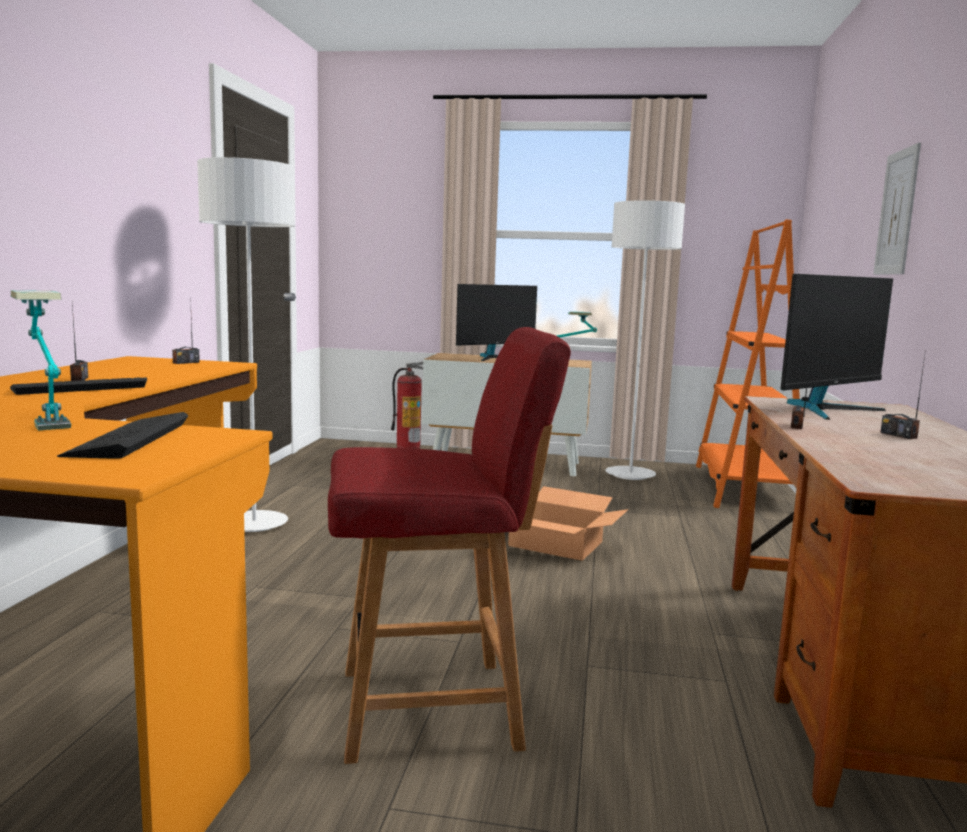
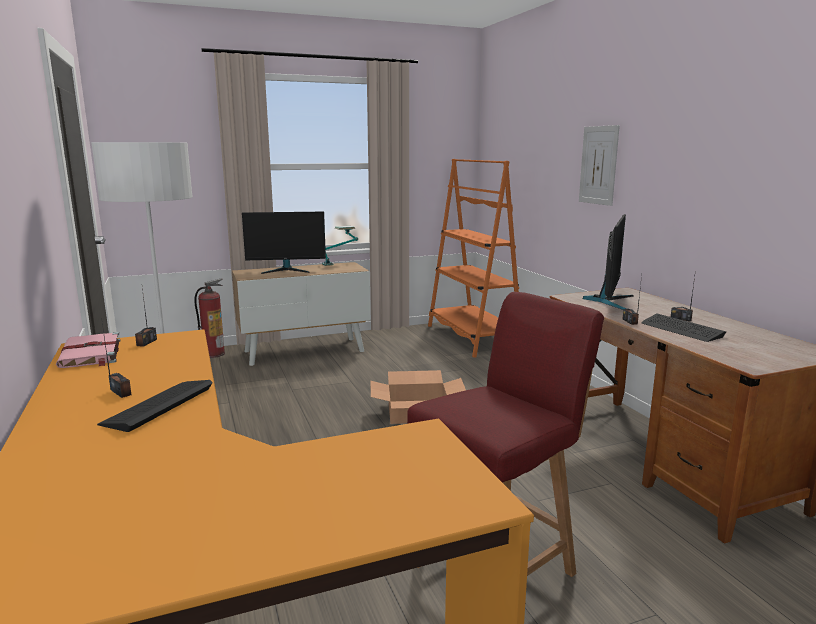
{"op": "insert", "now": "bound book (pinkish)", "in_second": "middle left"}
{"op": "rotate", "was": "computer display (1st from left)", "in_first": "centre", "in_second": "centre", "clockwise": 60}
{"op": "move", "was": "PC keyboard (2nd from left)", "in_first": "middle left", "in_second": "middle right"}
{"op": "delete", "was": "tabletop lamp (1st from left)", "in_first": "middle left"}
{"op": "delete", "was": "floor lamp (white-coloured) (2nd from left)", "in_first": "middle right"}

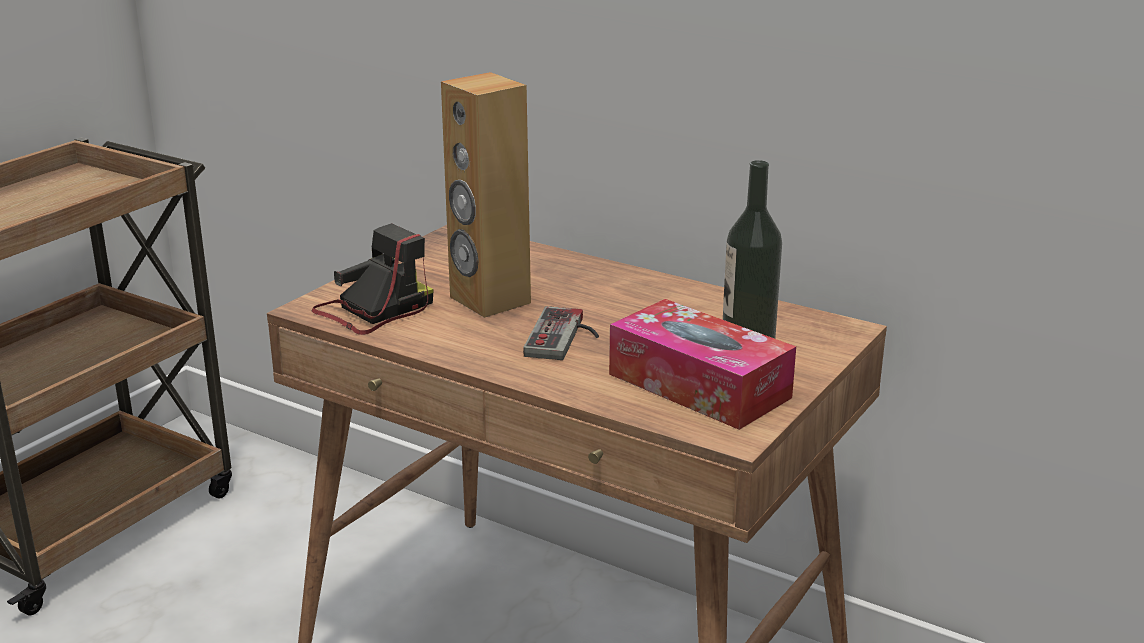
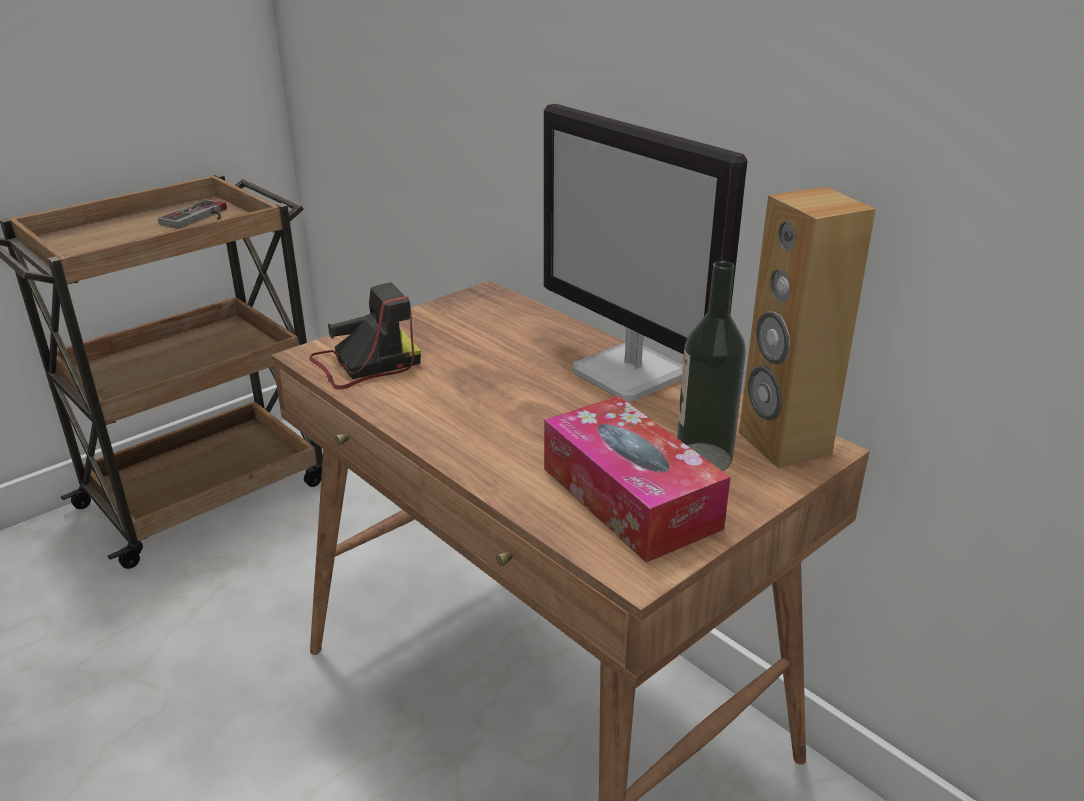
{"op": "move", "was": "gamepad", "in_first": "centre", "in_second": "top left"}
{"op": "insert", "now": "computer display", "in_second": "top centre"}
{"op": "move", "was": "loudspeaker (brownish)", "in_first": "top centre", "in_second": "middle right"}

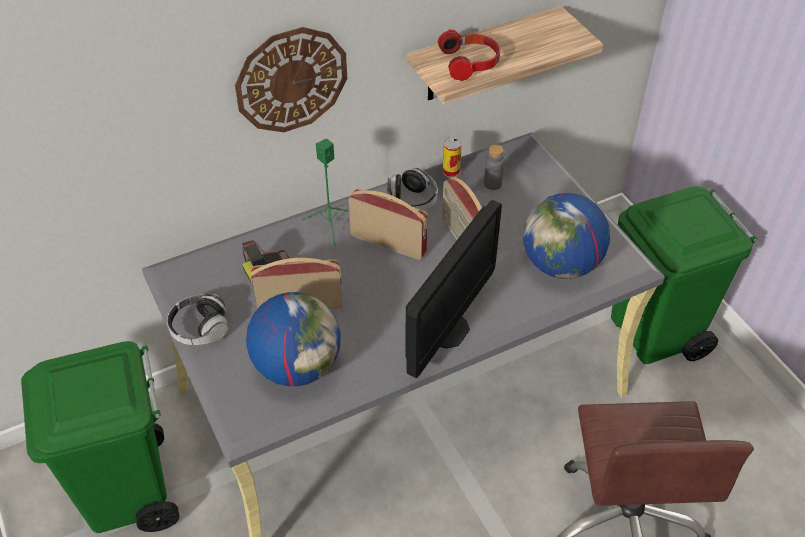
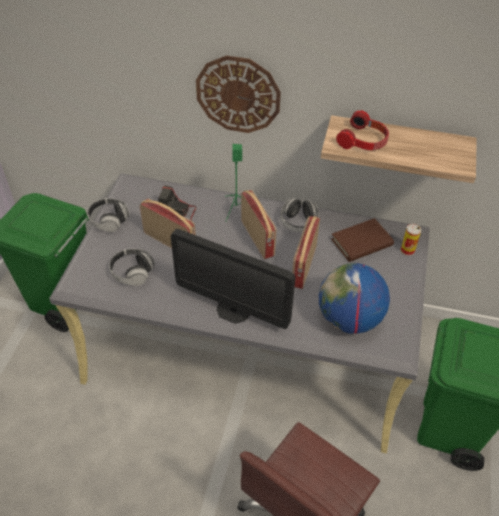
{"op": "replace", "was": "world globe (1st from left)", "now": "pair of headphones (2nd from left)", "in_first": "centre", "in_second": "middle left"}
{"op": "rotate", "was": "computer display", "in_first": "centre", "in_second": "centre", "clockwise": 45}
{"op": "replace", "was": "drink bottle (gray)", "now": "bound book (brownish)", "in_first": "top centre", "in_second": "middle right"}
{"op": "move", "was": "can", "in_first": "top centre", "in_second": "middle right"}

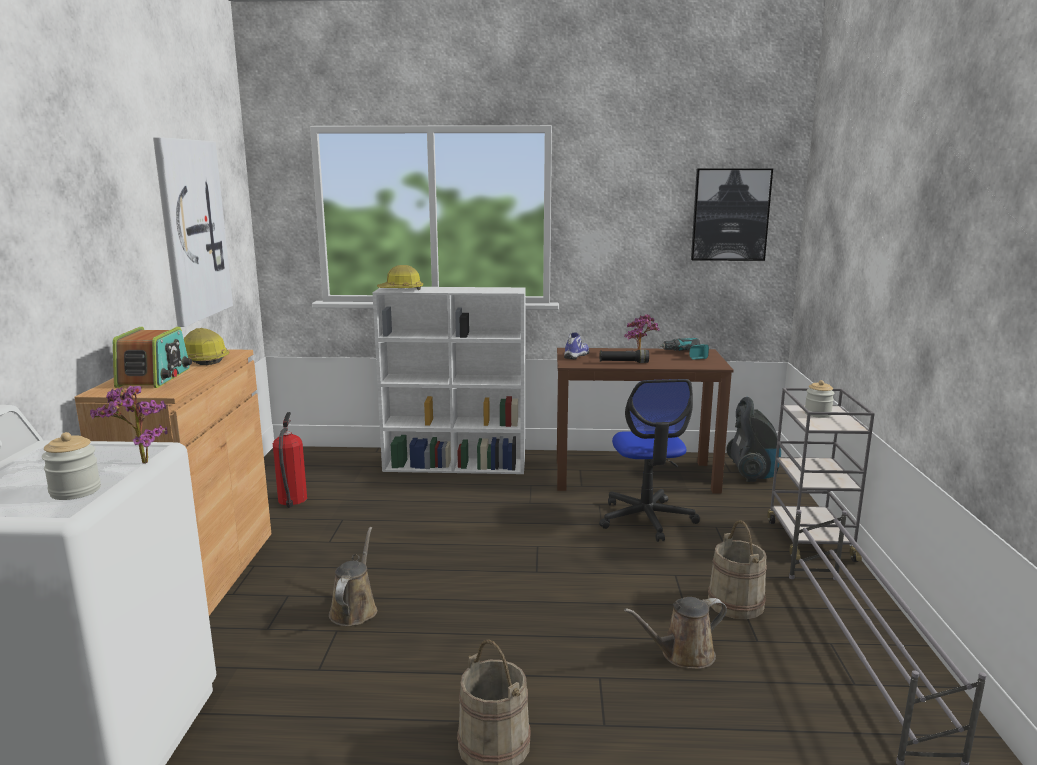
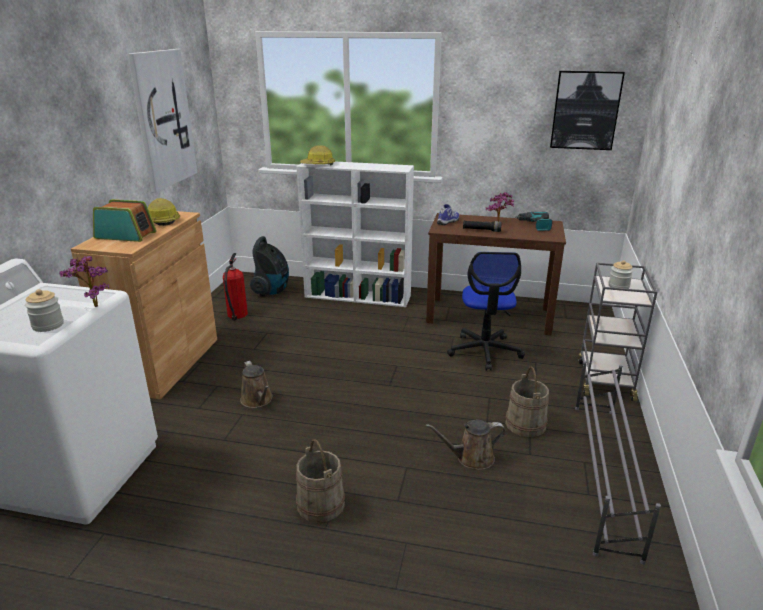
{"op": "rotate", "was": "radio", "in_first": "middle left", "in_second": "middle left", "clockwise": -90}
{"op": "rotate", "was": "watering pot (brownish) (1st from left)", "in_first": "bottom centre", "in_second": "centre", "clockwise": 135}
{"op": "move", "was": "vacuum cleaner", "in_first": "middle right", "in_second": "centre"}

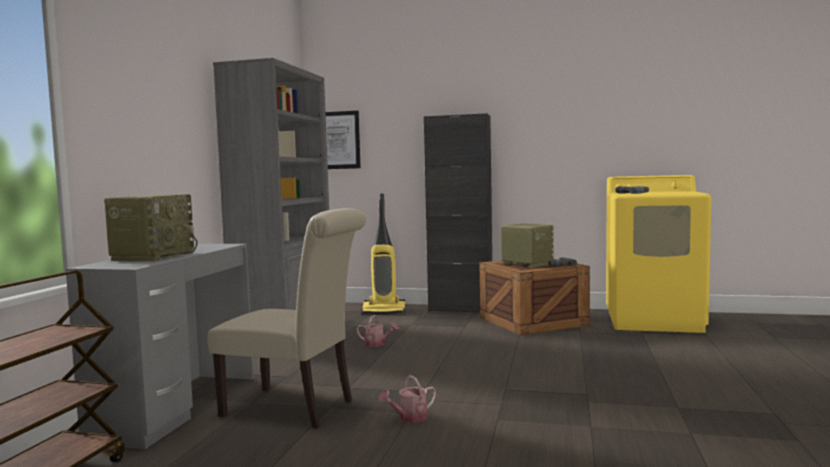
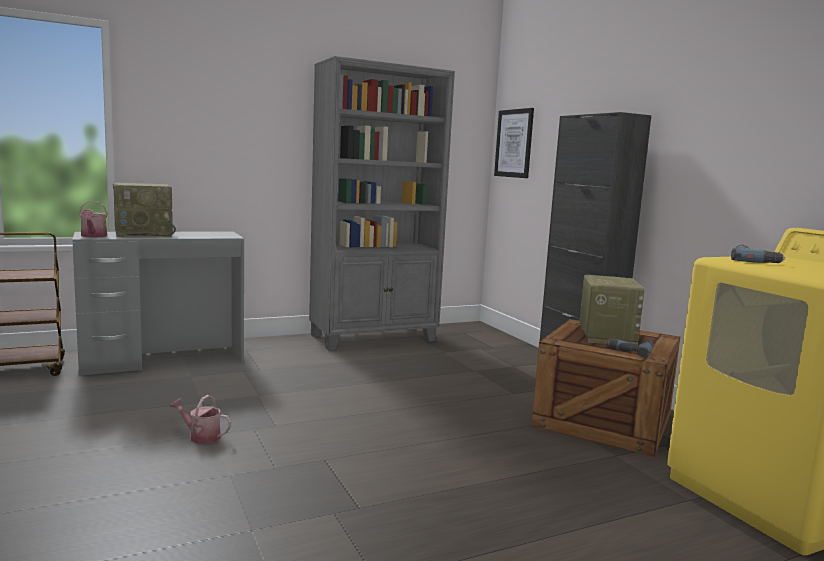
{"op": "move", "was": "watering pot (1st from left)", "in_first": "bottom centre", "in_second": "middle left"}
{"op": "delete", "was": "plain chair (beige)", "in_first": "bottom centre"}
{"op": "delete", "was": "vacuum cleaner", "in_first": "centre"}

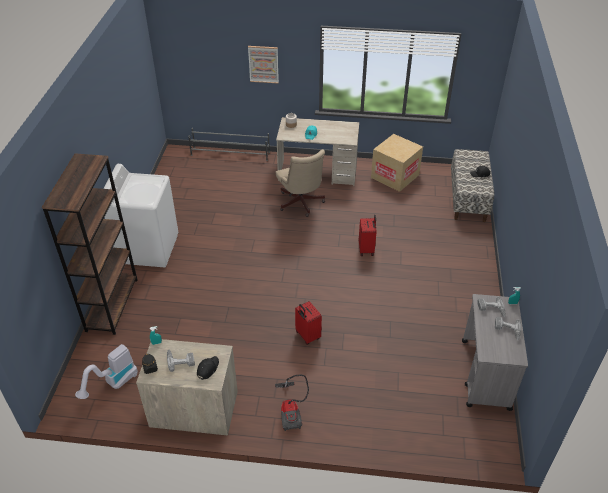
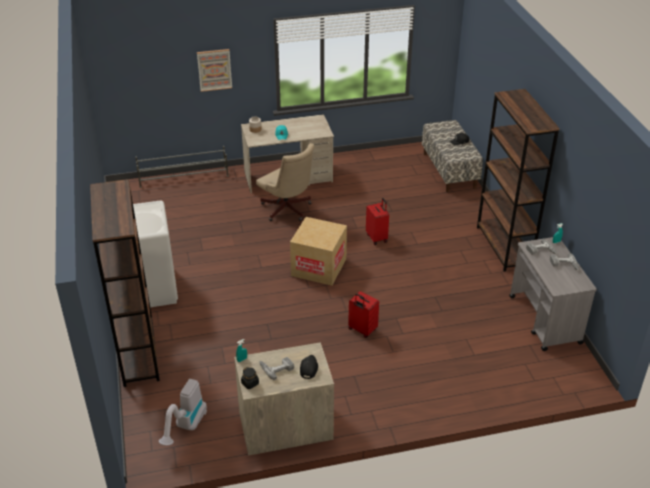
{"op": "move", "was": "packing box", "in_first": "top centre", "in_second": "centre"}
{"op": "insert", "now": "shelving unit (brownish) (2nd from left)", "in_second": "middle right"}
{"op": "delete", "was": "vacuum cleaner (2nd from left)", "in_first": "bottom centre"}

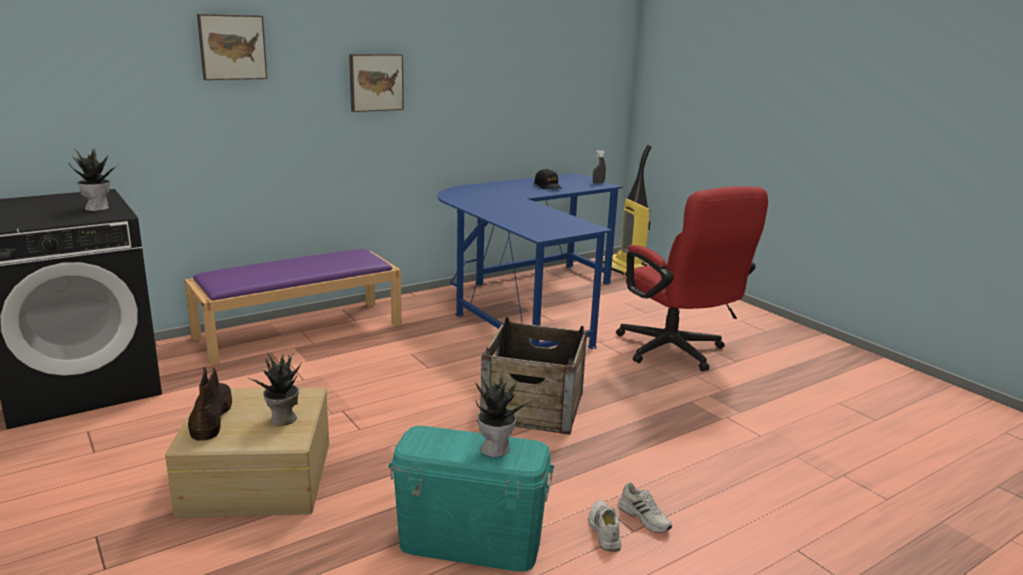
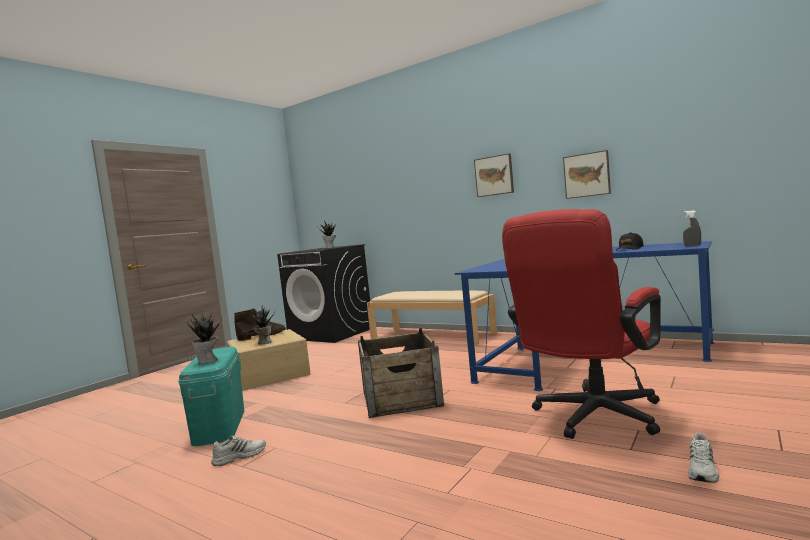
{"op": "recolor", "was": "indoor bench (purple-coloured)", "now": "indoor bench (beige)", "in_first": "middle left", "in_second": "centre"}
{"op": "move", "was": "wall art (1st from left in the first image)", "now": "wall art (2nd from left)", "in_first": "top left", "in_second": "top right"}
{"op": "move", "was": "low shoe (white-coloured) (2nd from left)", "in_first": "bottom centre", "in_second": "bottom right"}
{"op": "delete", "was": "vacuum cleaner", "in_first": "centre"}

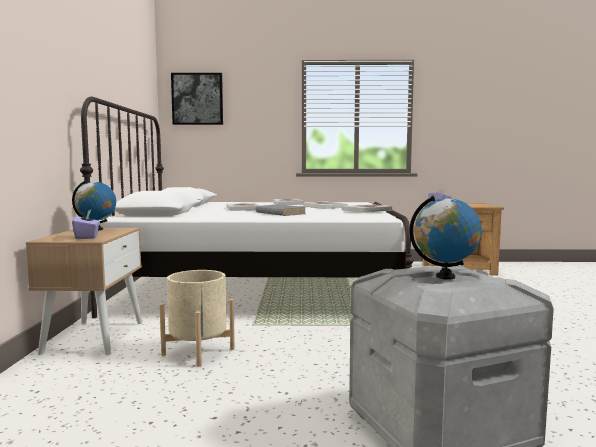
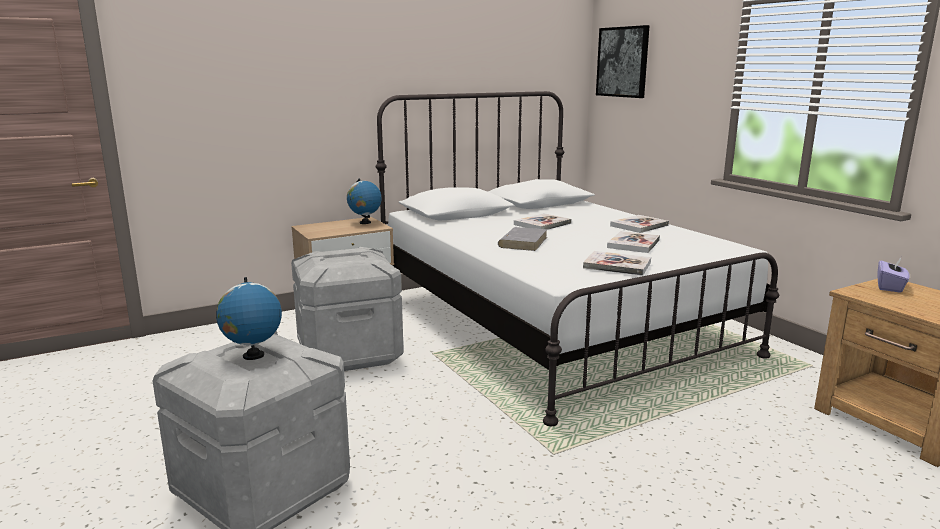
{"op": "replace", "was": "plant pot (beige)", "now": "storage box (gray) (2nd from left)", "in_first": "bottom left", "in_second": "centre"}
{"op": "delete", "was": "box of tissues (purple-coloured) (1st from left)", "in_first": "middle left"}

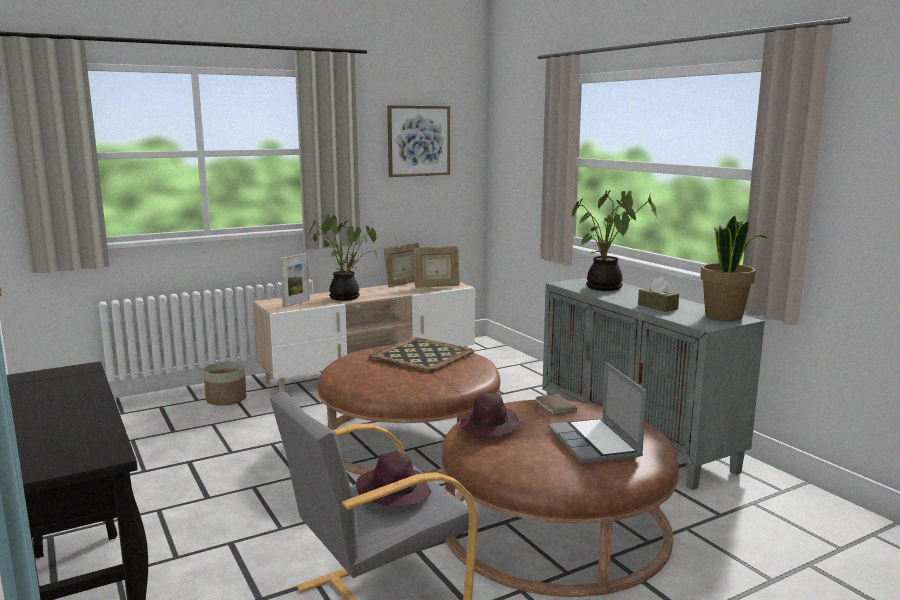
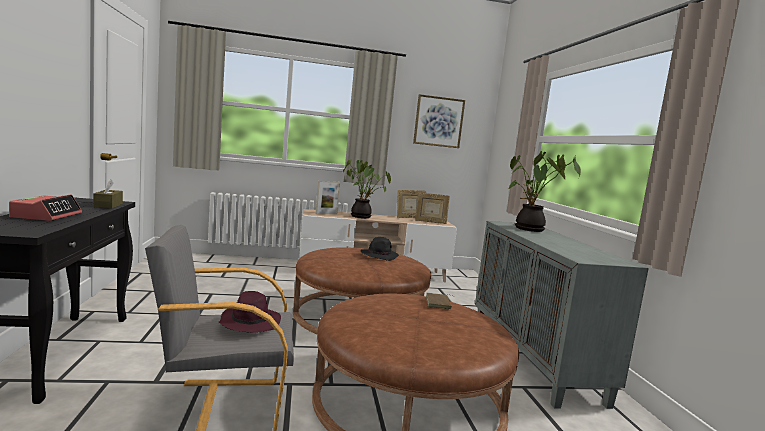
{"op": "insert", "now": "bedside clock", "in_second": "middle left"}
{"op": "move", "was": "box of tissues (brownish)", "in_first": "middle right", "in_second": "middle left"}
{"op": "replace", "was": "carrying tray", "now": "clothing hat (black)", "in_first": "centre", "in_second": "centre"}
{"op": "delete", "was": "plant pot", "in_first": "middle left"}
{"op": "delete", "was": "clothing hat (purple-coloured) (2nd from left)", "in_first": "bottom centre"}
{"op": "delete", "was": "portable computer", "in_first": "bottom centre"}
{"op": "delete", "was": "potted plant (3rd from left)", "in_first": "middle right"}

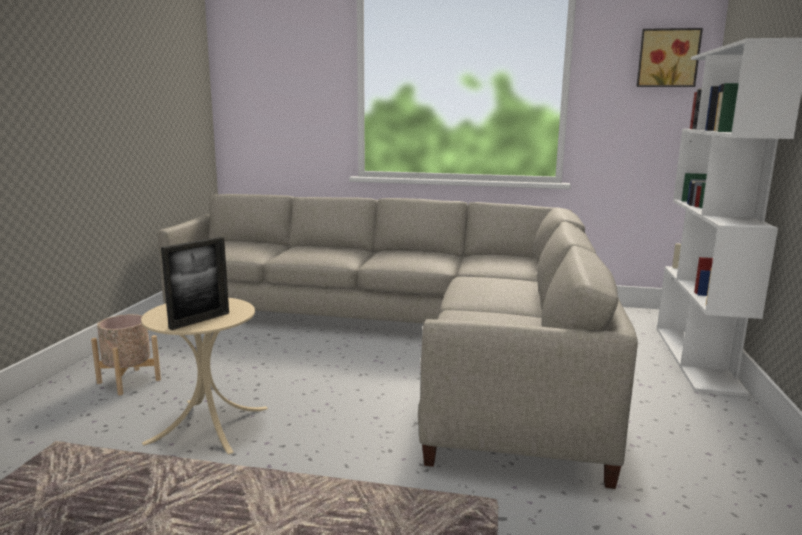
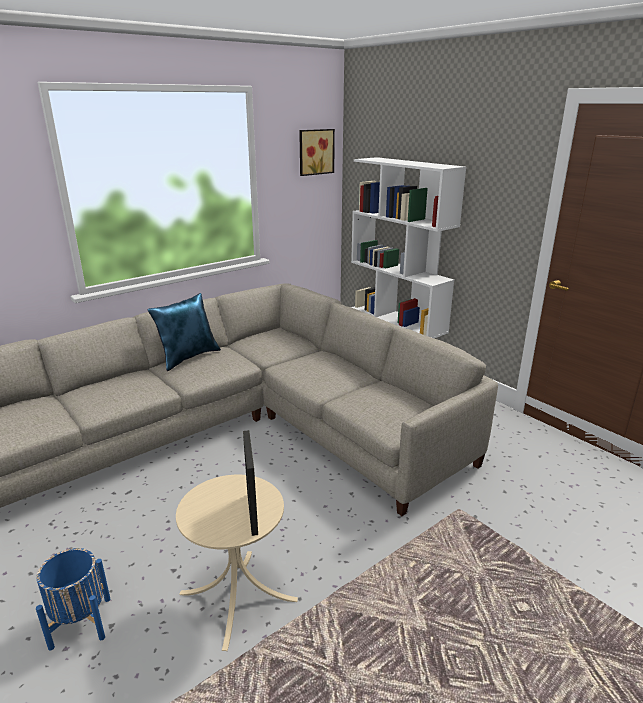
{"op": "recolor", "was": "plant pot (beige)", "now": "plant pot (blue-coloured)", "in_first": "middle left", "in_second": "bottom left"}
{"op": "insert", "now": "pillow (blue-coloured)", "in_second": "middle left"}

